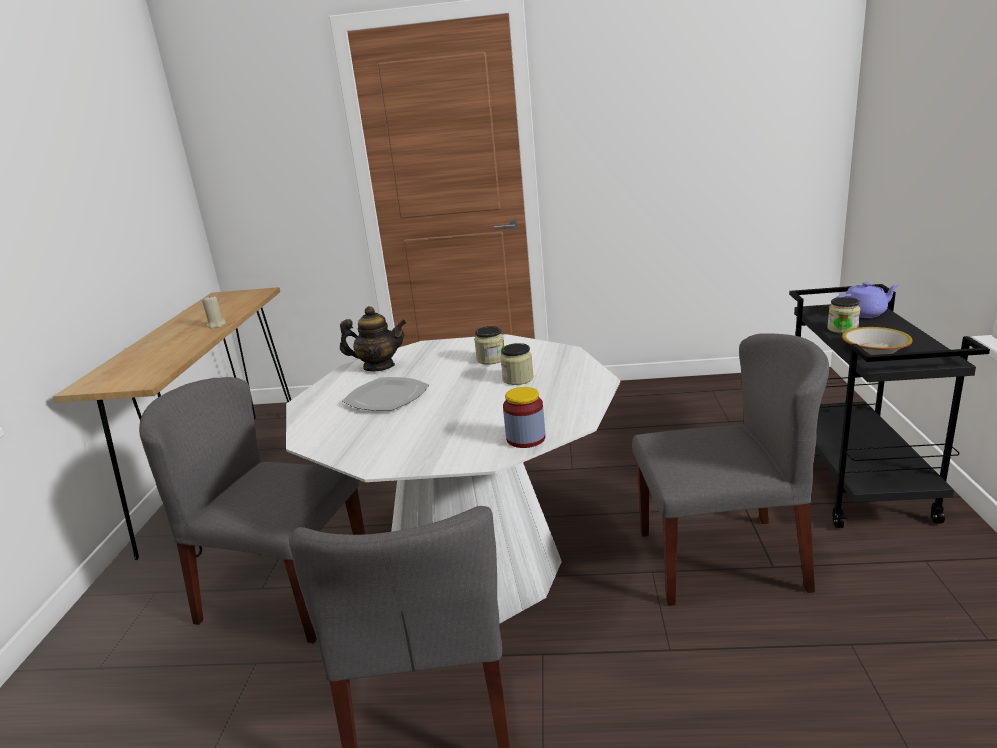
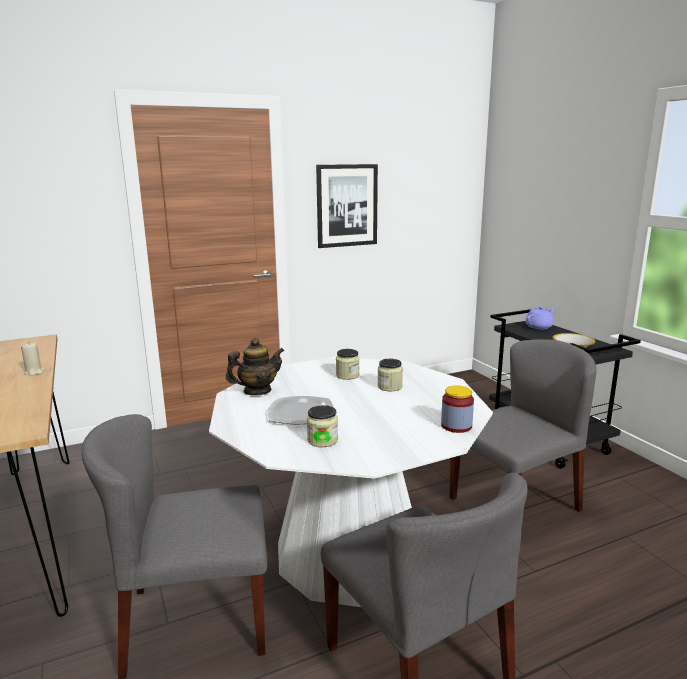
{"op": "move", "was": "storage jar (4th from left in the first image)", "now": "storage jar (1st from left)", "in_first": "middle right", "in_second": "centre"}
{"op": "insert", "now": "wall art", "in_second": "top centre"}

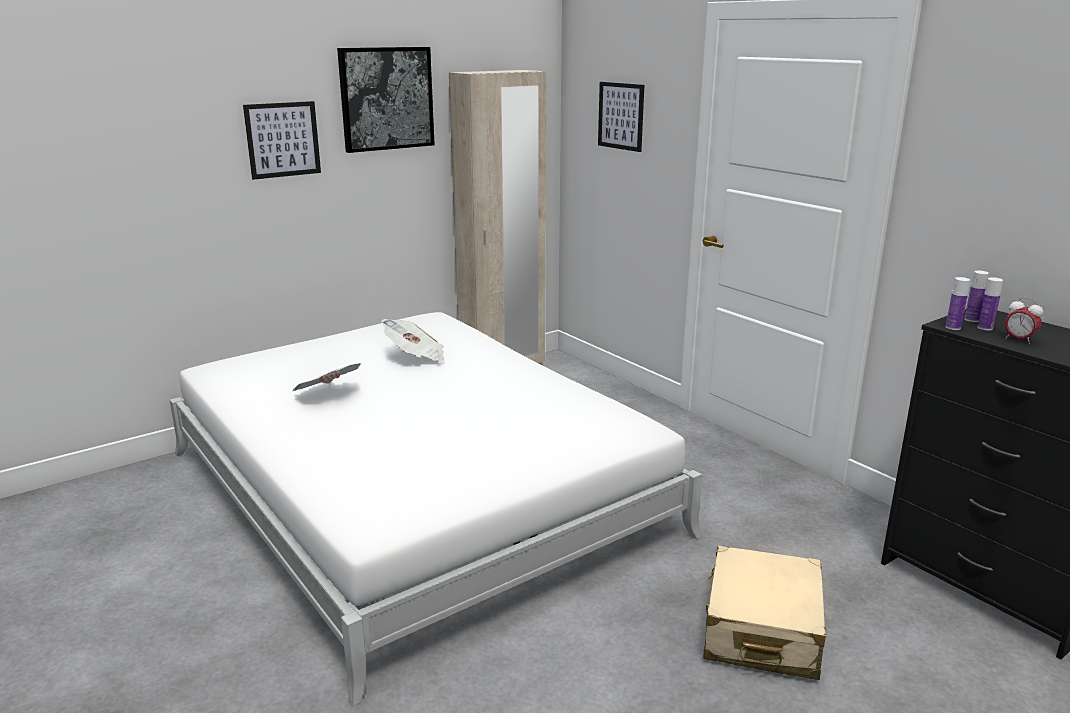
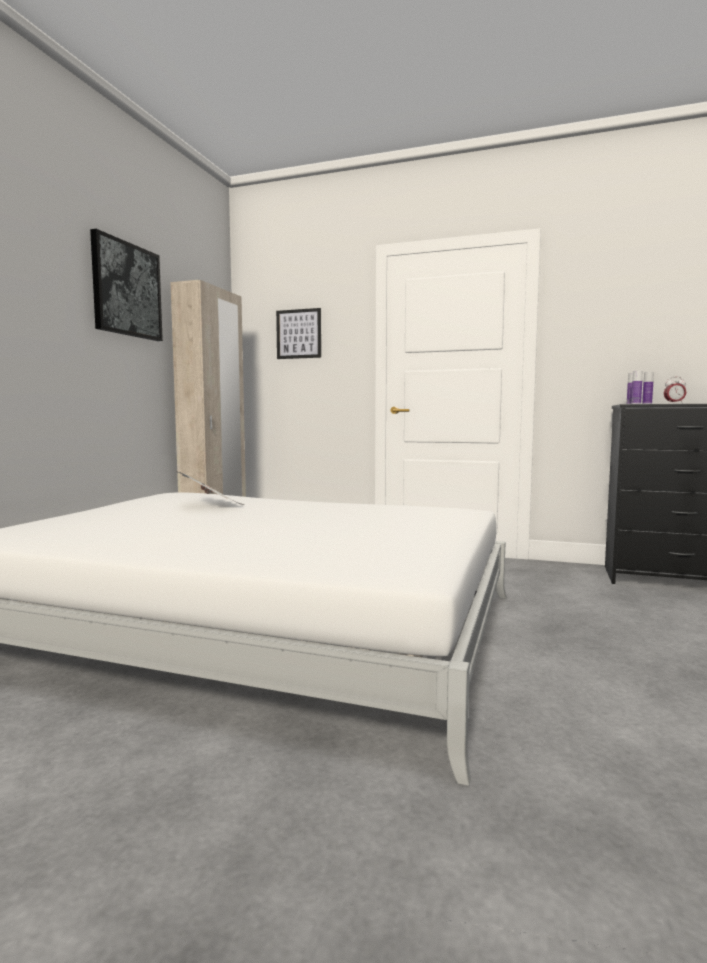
{"op": "delete", "was": "wall art (1st from left)", "in_first": "top left"}
{"op": "delete", "was": "printed paper (1st from left)", "in_first": "middle left"}
{"op": "delete", "was": "piece of luggage (beige)", "in_first": "bottom right"}

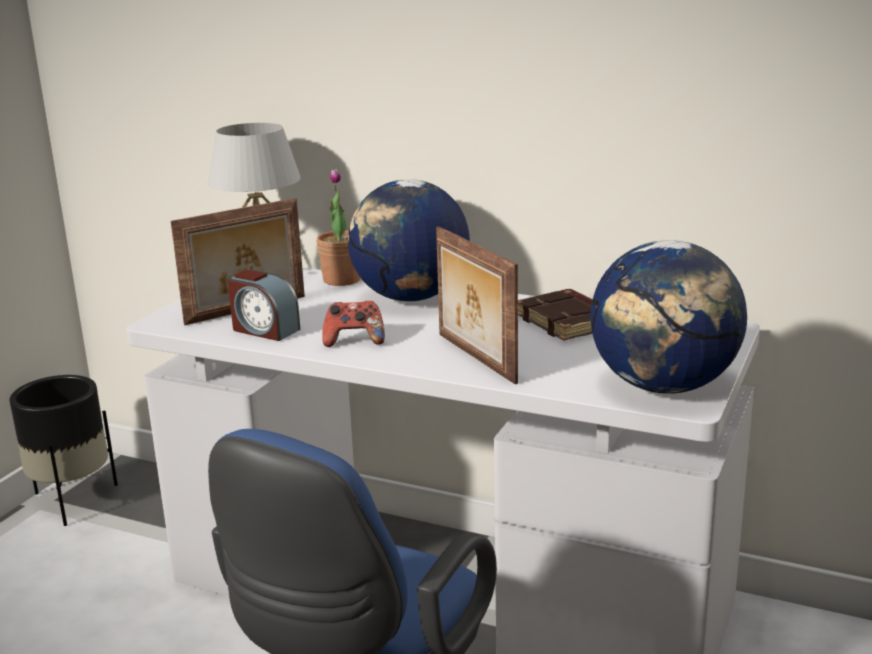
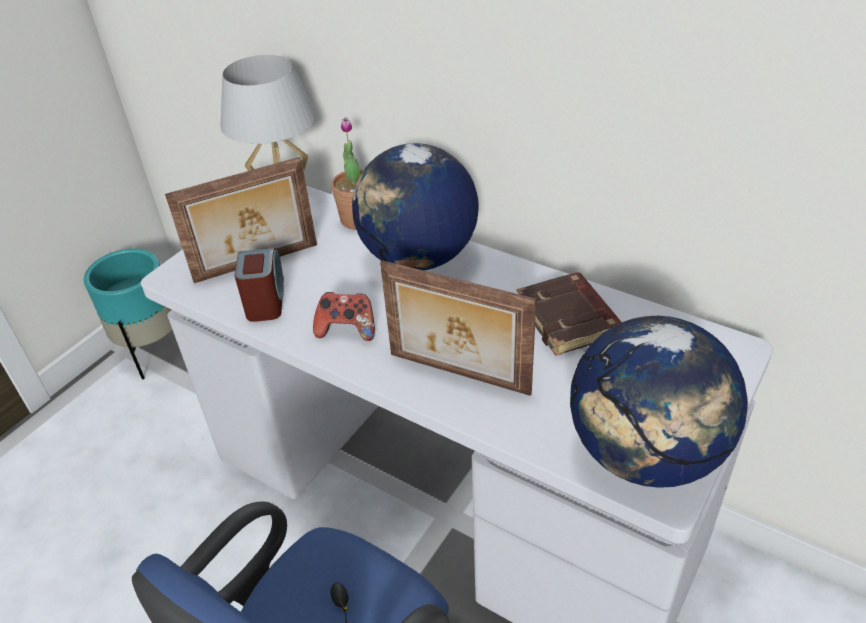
{"op": "recolor", "was": "plant pot (black)", "now": "plant pot (turquoise-coloured)", "in_first": "bottom left", "in_second": "middle left"}
{"op": "rotate", "was": "bedside clock", "in_first": "middle left", "in_second": "middle left", "clockwise": -135}
{"op": "rotate", "was": "photo frame (2nd from left)", "in_first": "centre", "in_second": "centre", "clockwise": -45}

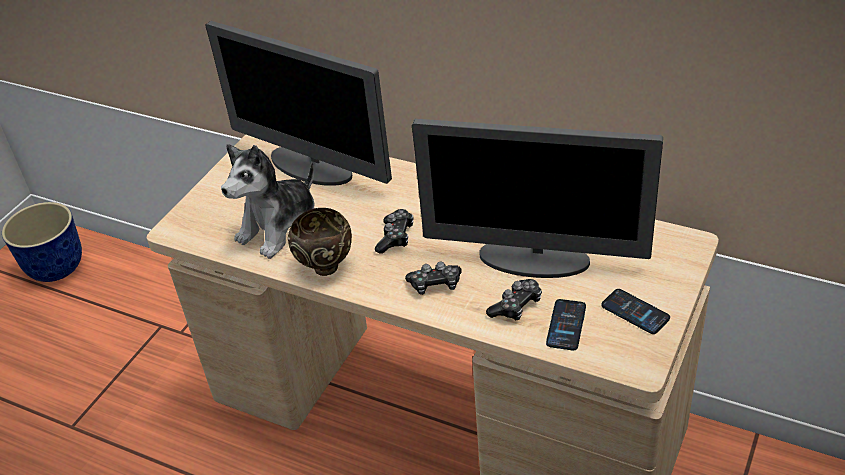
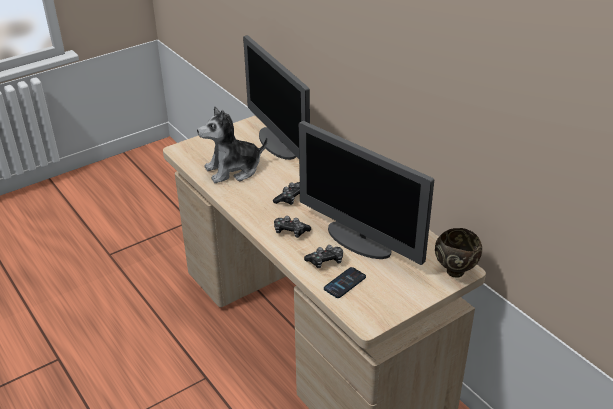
{"op": "move", "was": "deep dish (brownish)", "in_first": "centre", "in_second": "middle right"}
{"op": "delete", "was": "plant pot", "in_first": "middle left"}
{"op": "delete", "was": "telephone (2nd from left)", "in_first": "middle right"}

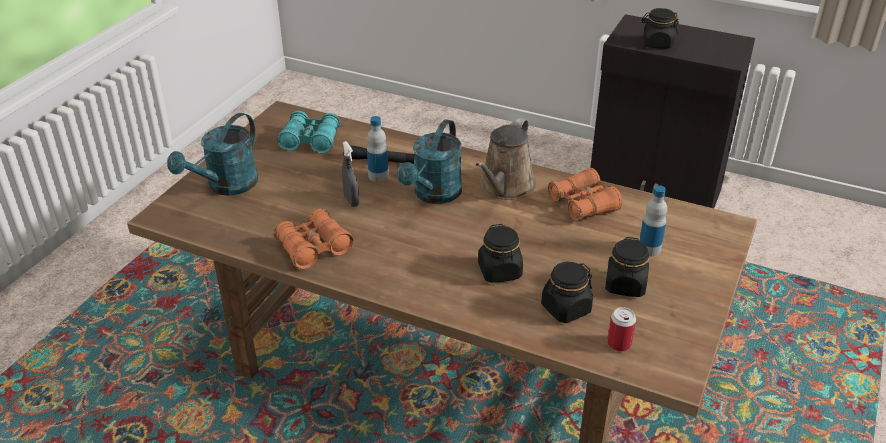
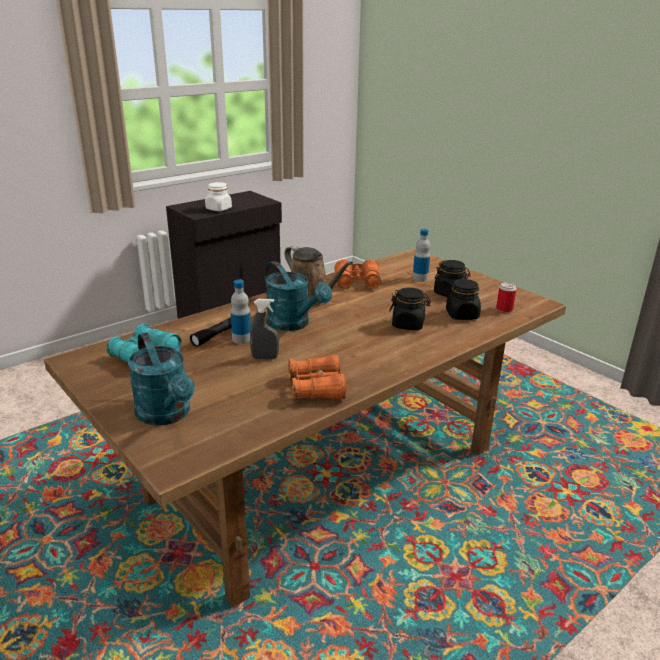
{"op": "recolor", "was": "storage jar (black) (4th from left)", "now": "storage jar (white-coloured)", "in_first": "top right", "in_second": "top left"}

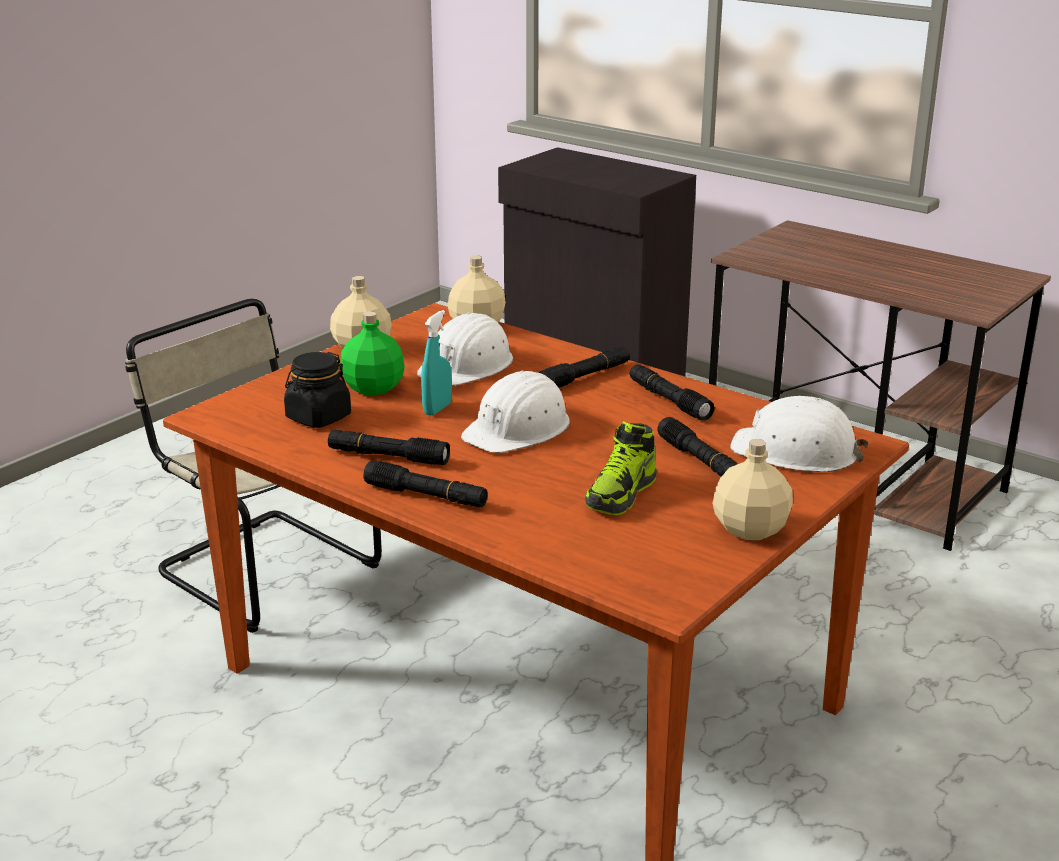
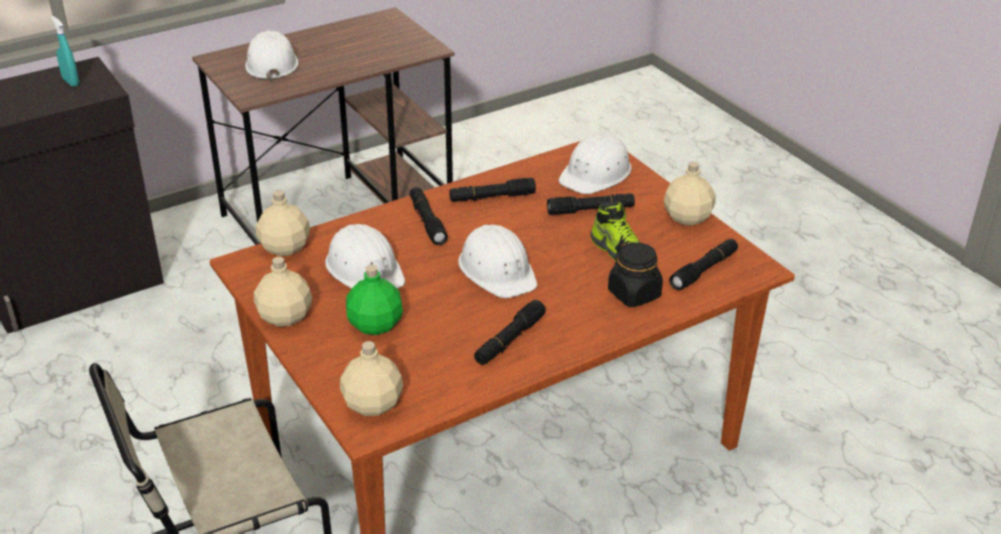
{"op": "move", "was": "sprayer (turquoise-coloured)", "in_first": "centre", "in_second": "top left"}
{"op": "insert", "now": "hard hat (white-coloured) (1st from left)", "in_second": "top left"}
{"op": "insert", "now": "drink bottle (beige) (3rd from left)", "in_second": "bottom centre"}
{"op": "move", "was": "storage jar (black)", "in_first": "middle left", "in_second": "centre"}
{"op": "move", "was": "hand torch (black) (2nd from left in the first image)", "now": "hand torch (black) (5th from left)", "in_first": "centre", "in_second": "middle right"}

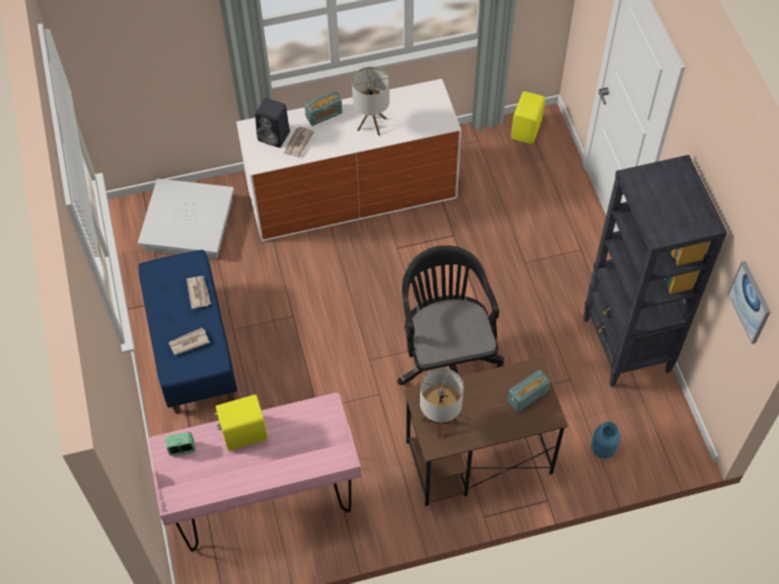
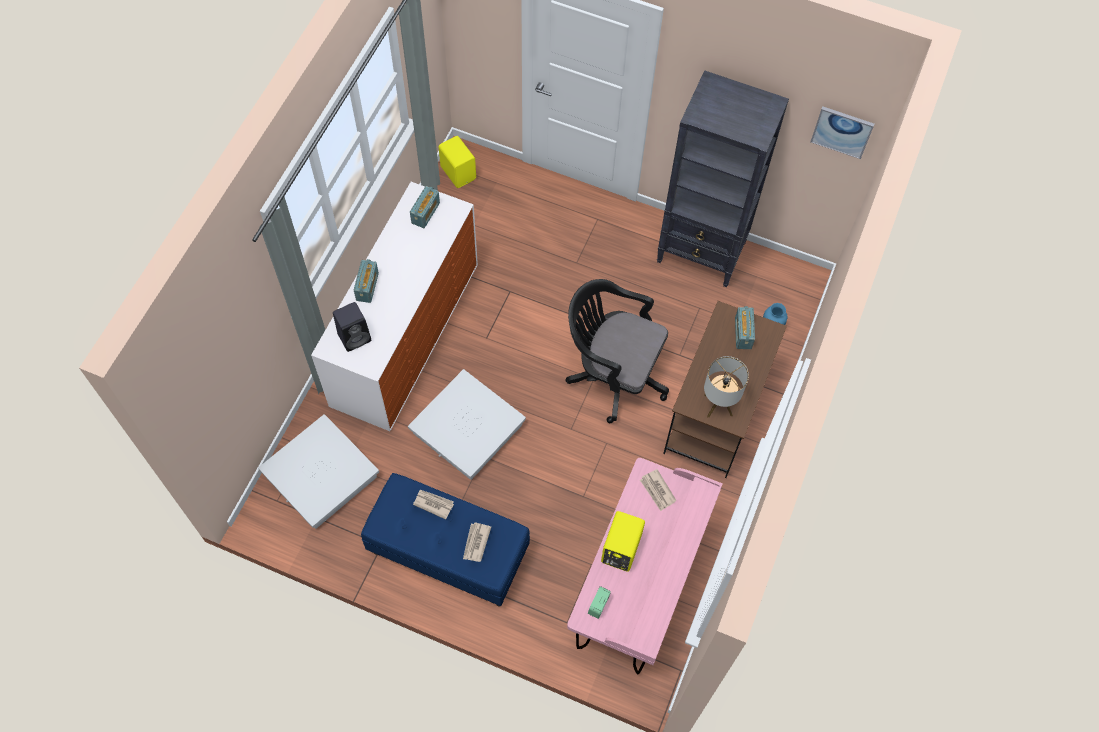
{"op": "insert", "now": "storage box (white-coloured) (2nd from left)", "in_second": "centre"}
{"op": "insert", "now": "radio (2nd from left)", "in_second": "top centre"}
{"op": "move", "was": "printed paper (3rd from left)", "in_first": "top centre", "in_second": "bottom centre"}
{"op": "delete", "was": "tabletop lamp (1st from left)", "in_first": "top centre"}

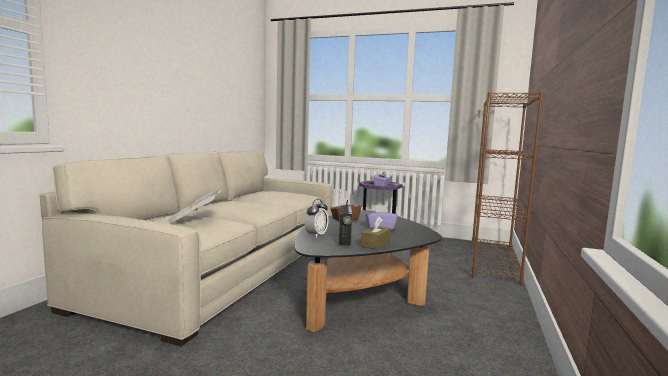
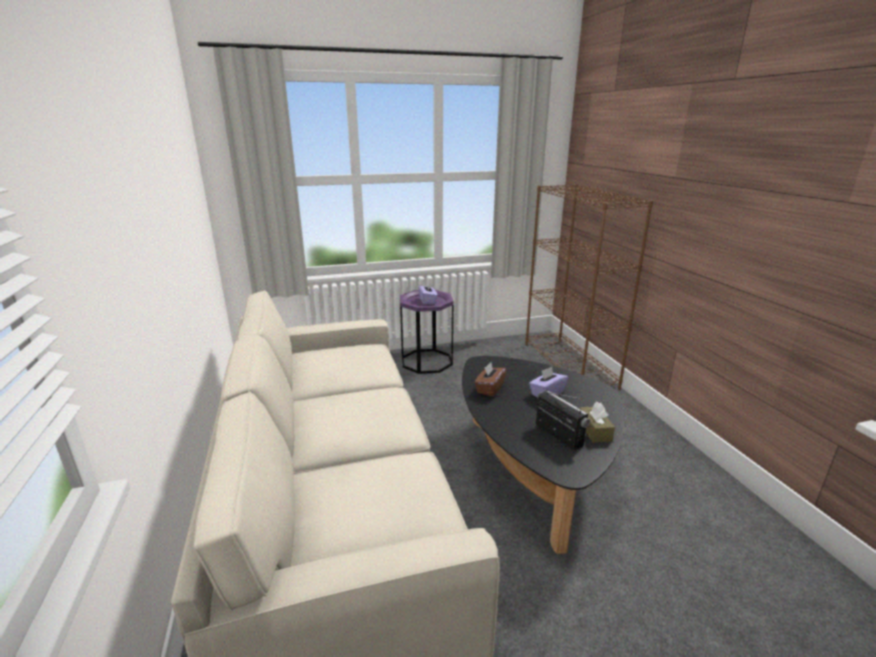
{"op": "delete", "was": "printed paper", "in_first": "middle left"}
{"op": "delete", "was": "bedside clock", "in_first": "centre"}

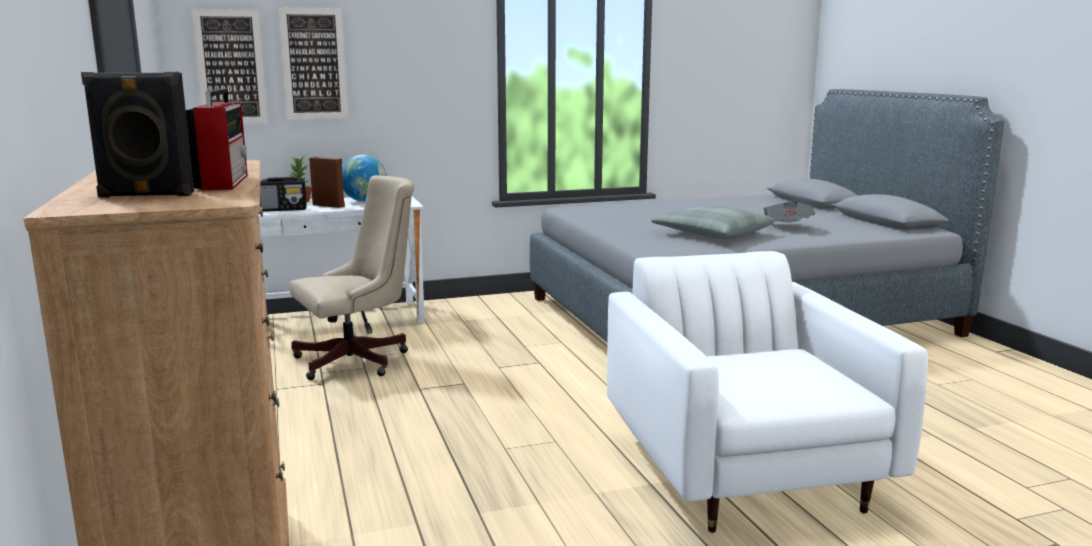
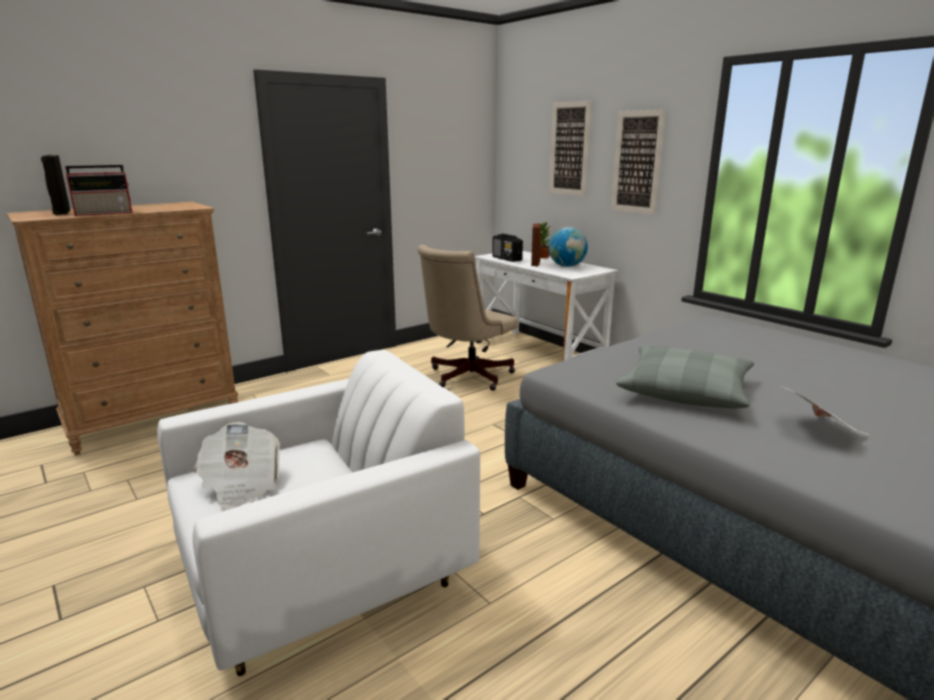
{"op": "insert", "now": "printed paper (1st from left)", "in_second": "middle left"}
{"op": "rotate", "was": "desk chair (beige)", "in_first": "middle left", "in_second": "centre", "clockwise": 90}
{"op": "move", "was": "wall art (1st from left in the first image)", "now": "wall art (2nd from left)", "in_first": "top left", "in_second": "top right"}

